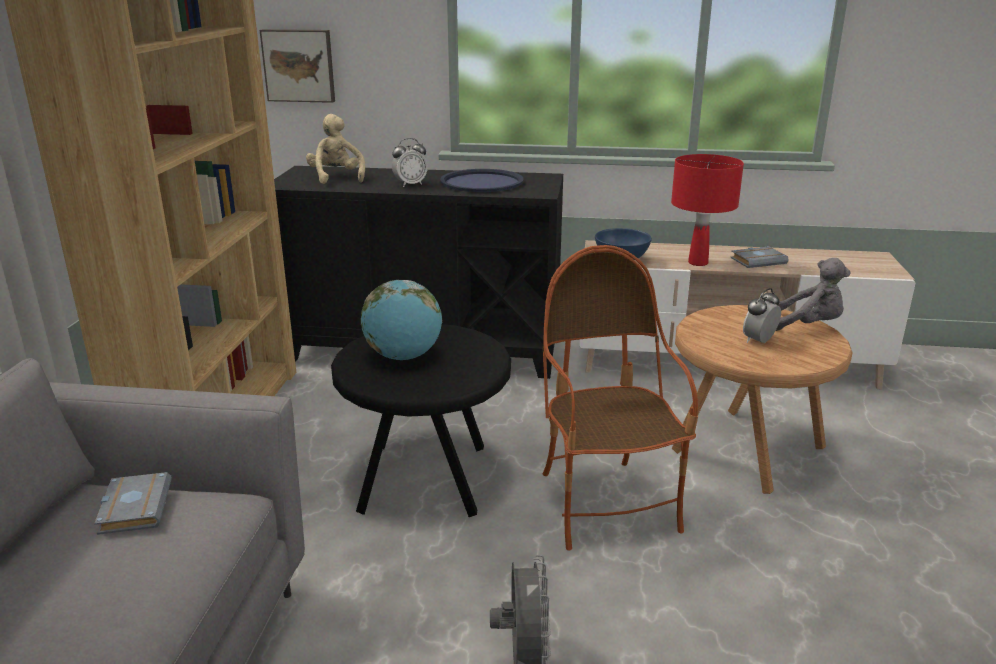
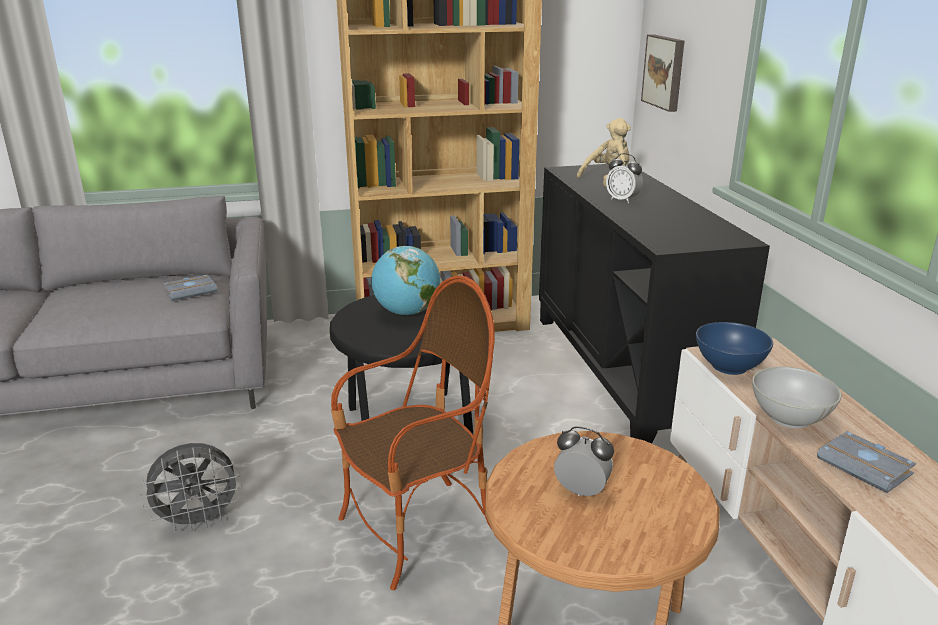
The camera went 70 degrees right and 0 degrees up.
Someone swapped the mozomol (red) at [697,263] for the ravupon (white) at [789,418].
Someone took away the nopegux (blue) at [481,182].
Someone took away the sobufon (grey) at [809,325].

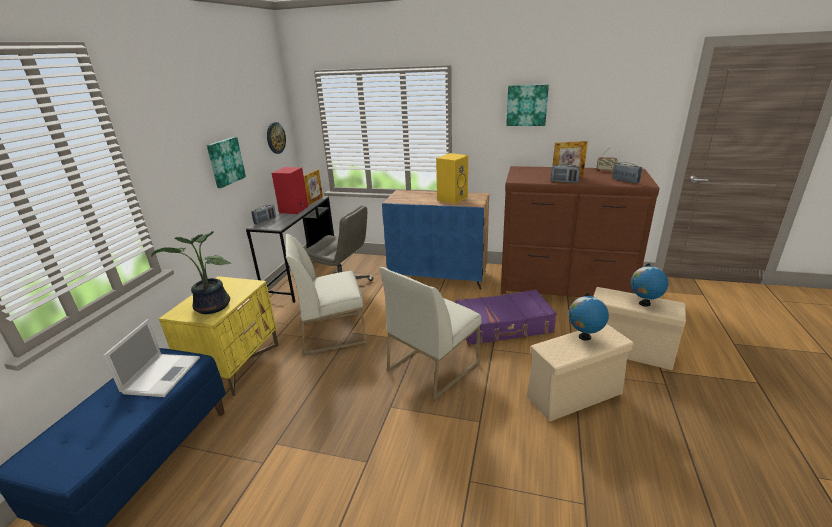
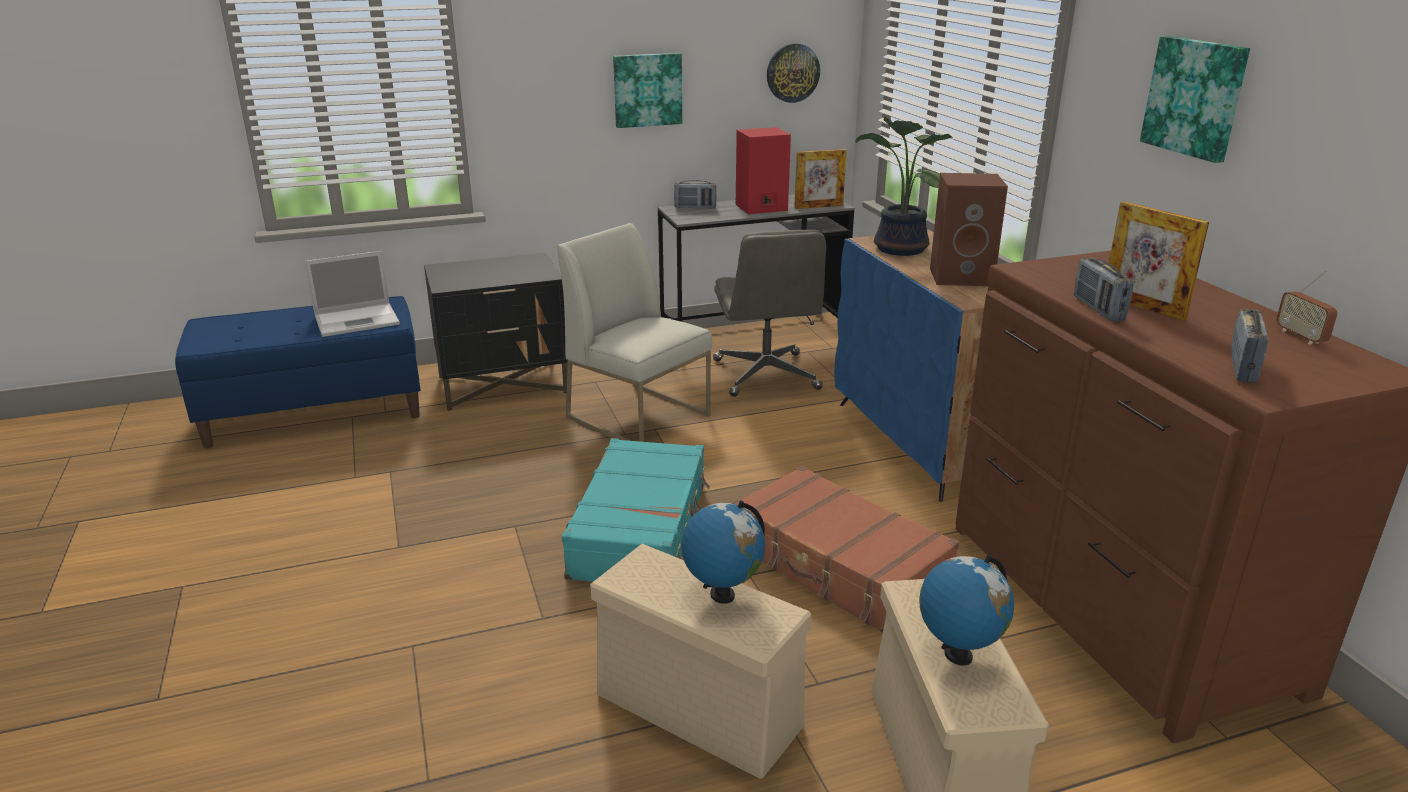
The camera went 55 degrees right and 0 degrees up.
Someone repainted the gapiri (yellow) at [452,198], which became the gapiri (brown) at [962,276].
Someone carried the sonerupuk from [211,307] to [897,249].
Someone swapped the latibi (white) at [433,366] for the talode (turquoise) at [641,529].
Someone repainted the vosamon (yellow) at [235,365], which became the vosamon (black) at [504,384].
Someone repainted the talode (purple) at [503,326], which became the talode (brown) at [838,566].

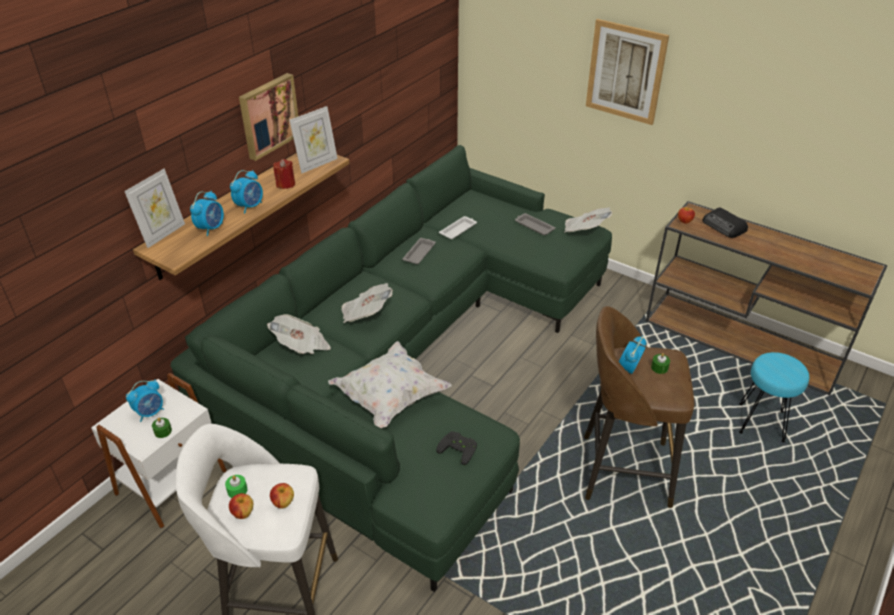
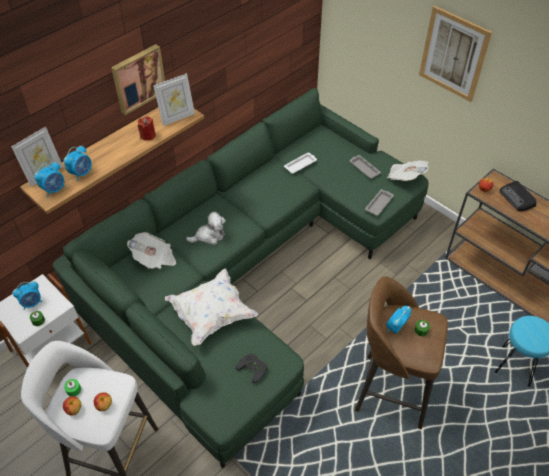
The camera went 10 degrees right and 10 degrees up.
Someone carried the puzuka from [250,206] to [54,189].
Someone carried the nopegux (grey) from [419,253] to [379,204].
Someone swapped the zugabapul at [366,314] for the sobufon at [209,236].

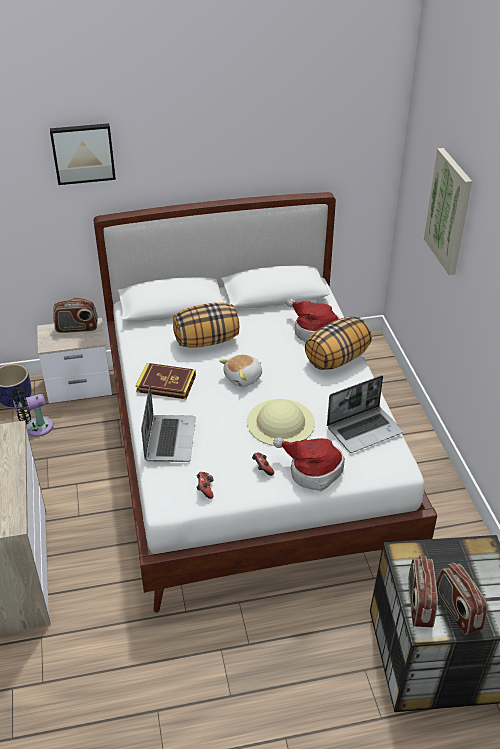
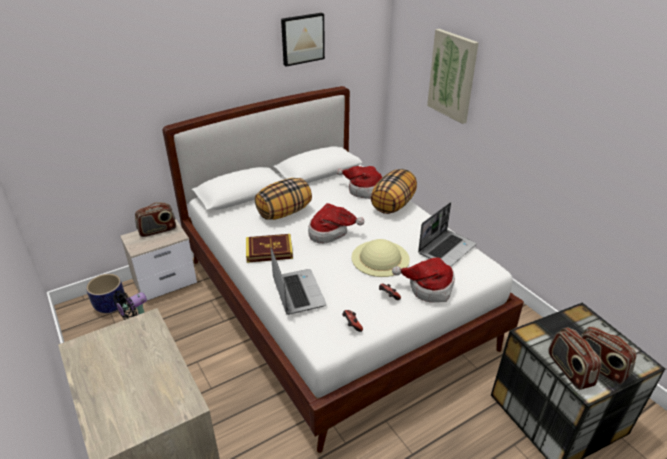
The camera went 20 degrees left and 5 degrees down.
Someone carried the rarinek from [83,153] to [302,38].
Someone swapped the sobufon at [244,378] for the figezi at [331,232].

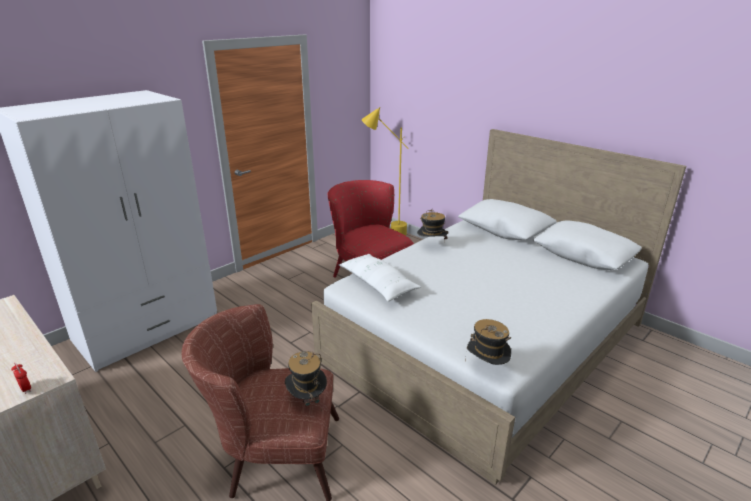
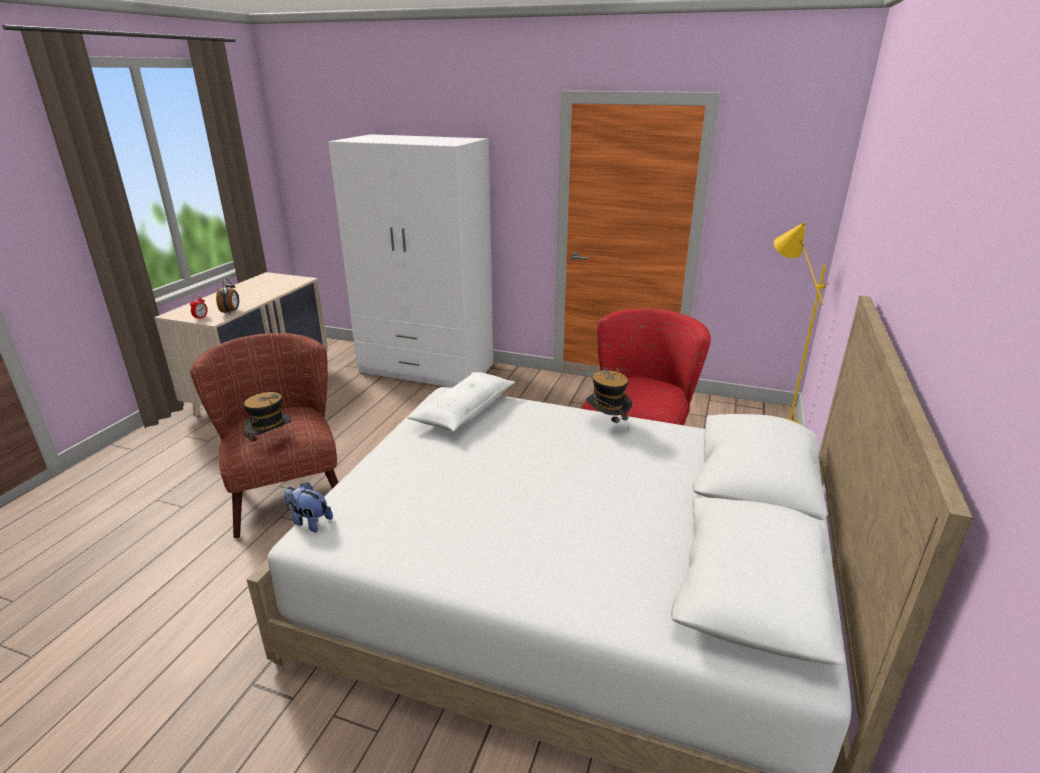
The camera went 65 degrees right and 0 degrees up.
Someone swapped the figezi at [486,368] for the sobufon at [309,521].
Someone put down the puzuka at [231,312].

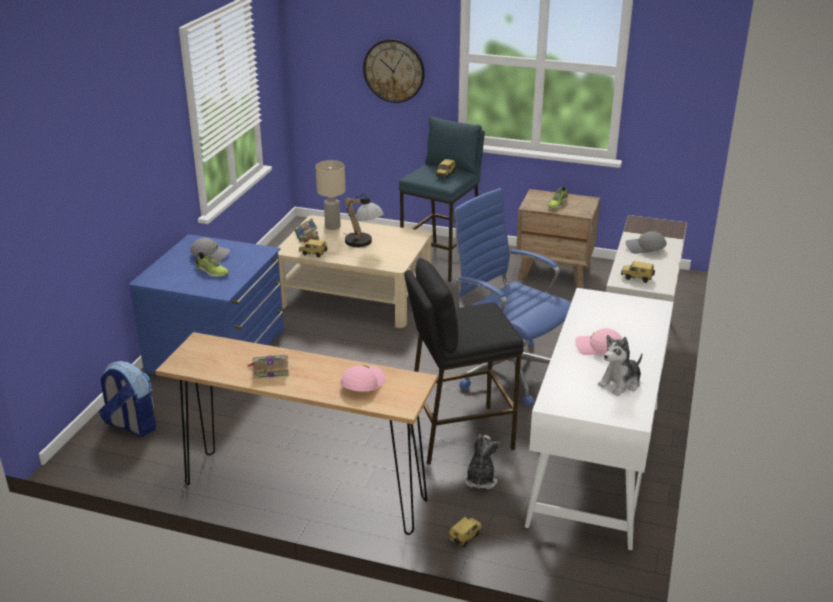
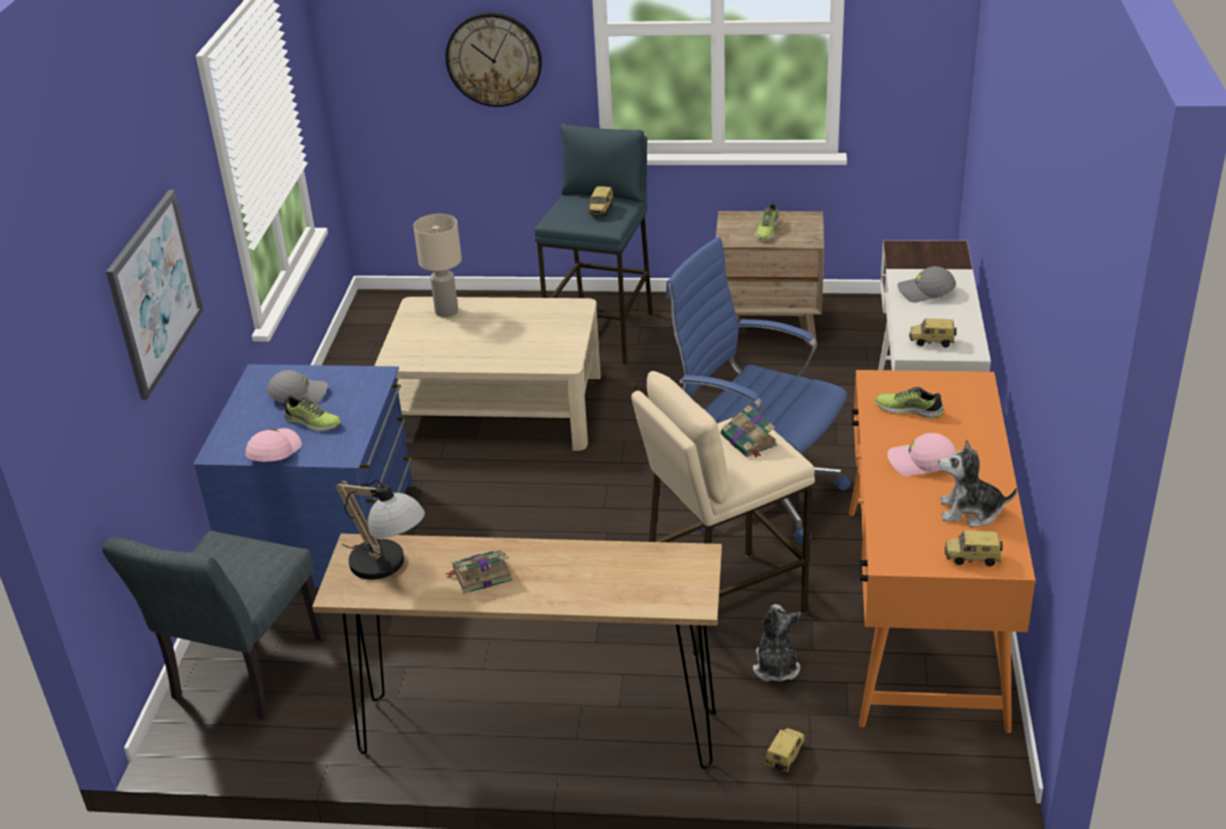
The camera went 10 degrees left and 5 degrees up.
Someone carried the mozomol from [363,243] to [389,567].
Someone carried the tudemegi from [307,236] to [749,441].
Someone carried the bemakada from [313,254] to [972,559].
Someone repainted the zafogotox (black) at [459,434], which became the zafogotox (beige) at [722,604].
Someone repainted the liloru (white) at [595,463], which became the liloru (orange) at [921,613].
Someone rotated the sobufon at [620,383] by 60 degrees clockwise.
Someone swapped the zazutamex at [131,426] for the latibi (grey) at [241,676].
Someone carried the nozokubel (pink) from [362,384] to [273,452].
Someone put up the rarinek at [155,292].
Someone put down the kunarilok at [909,409].

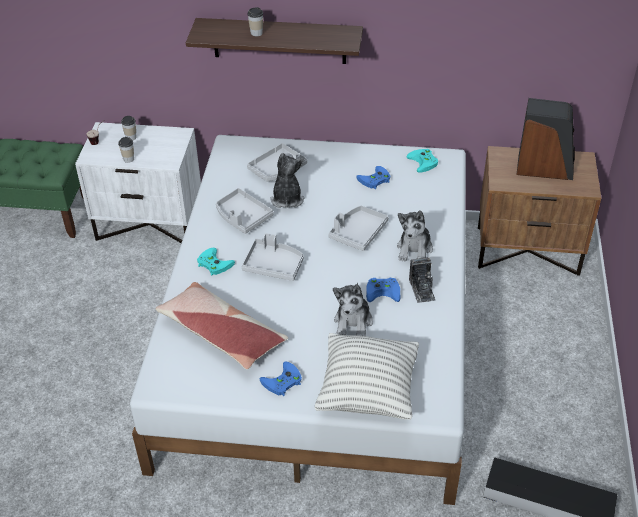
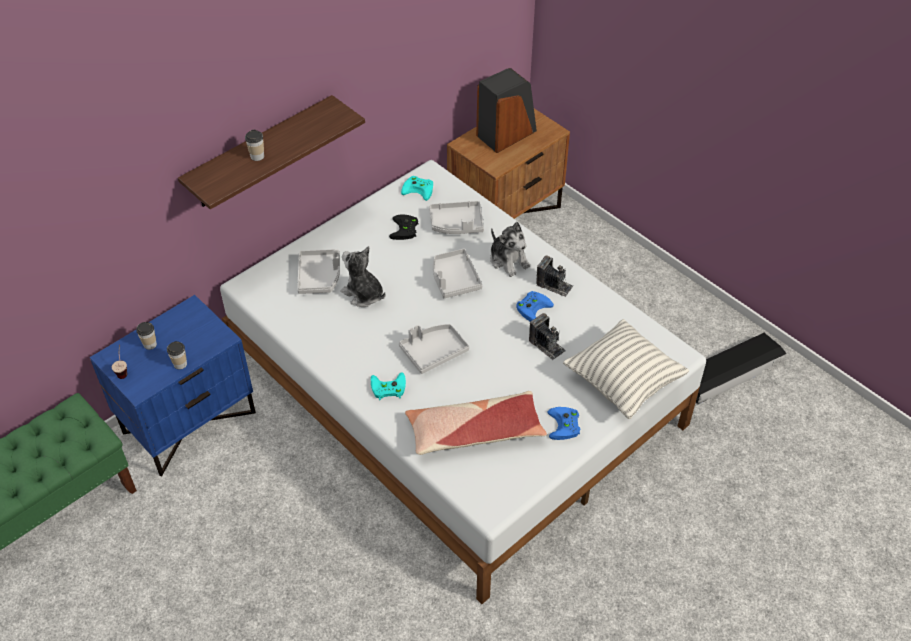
The camera went 50 degrees left and 5 degrees up.
Someone repainted the vosamon (white) at [150,223], which became the vosamon (blue) at [189,421].
Someone repainted the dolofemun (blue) at [374,180], which became the dolofemun (black) at [405,230].
Someone carried the nopegux (grey) from [242,217] to [456,224].
Someone swapped the sobufon at [353,322] for the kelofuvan at [546,345].

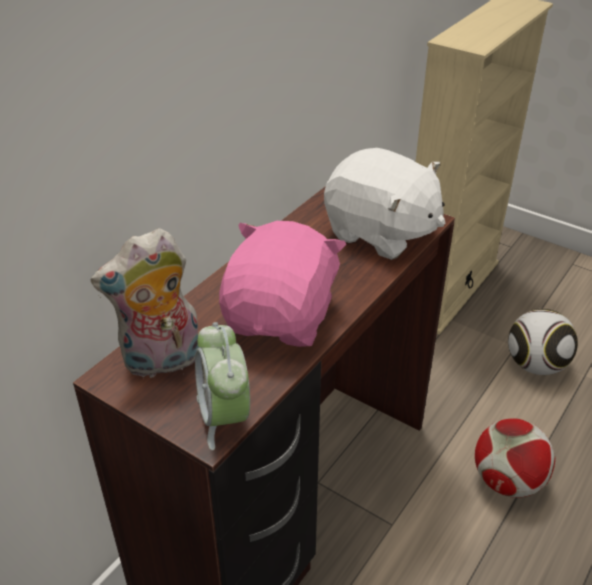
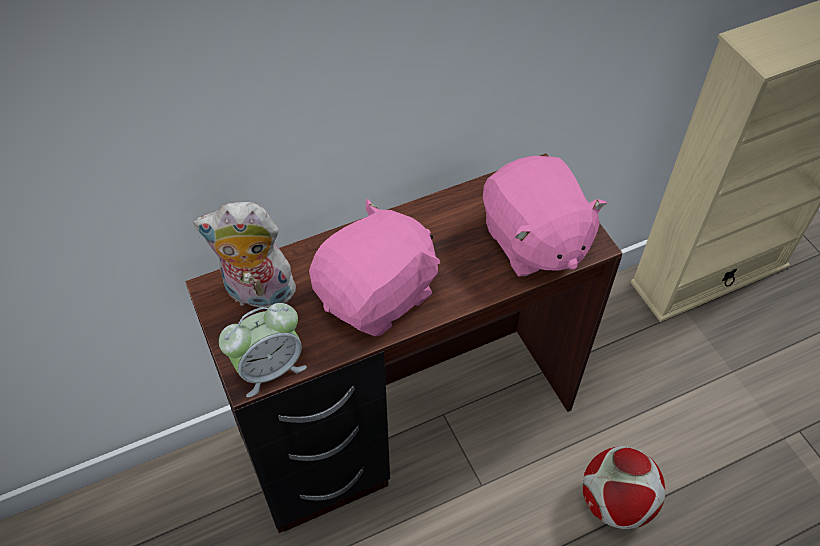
The camera went 30 degrees right and 15 degrees up.
Someone repainted the sobufon (white) at [381,233], which became the sobufon (pink) at [533,241].
Someone took away the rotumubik at [535,365].
Someone rotated the puzuka at [224,417] by 135 degrees counterclockwise.

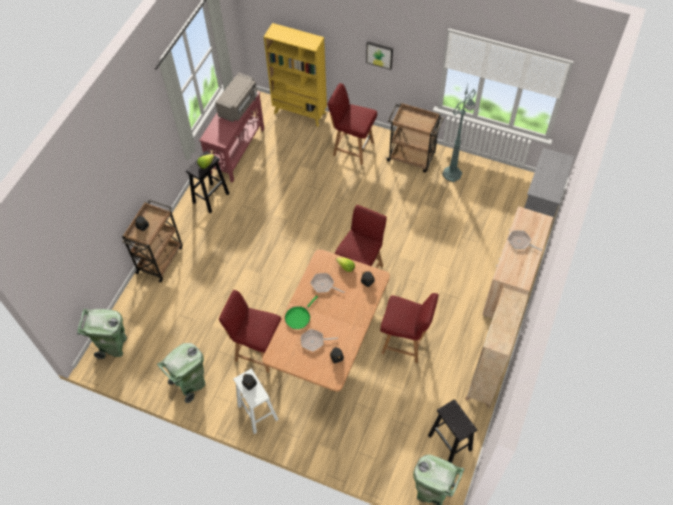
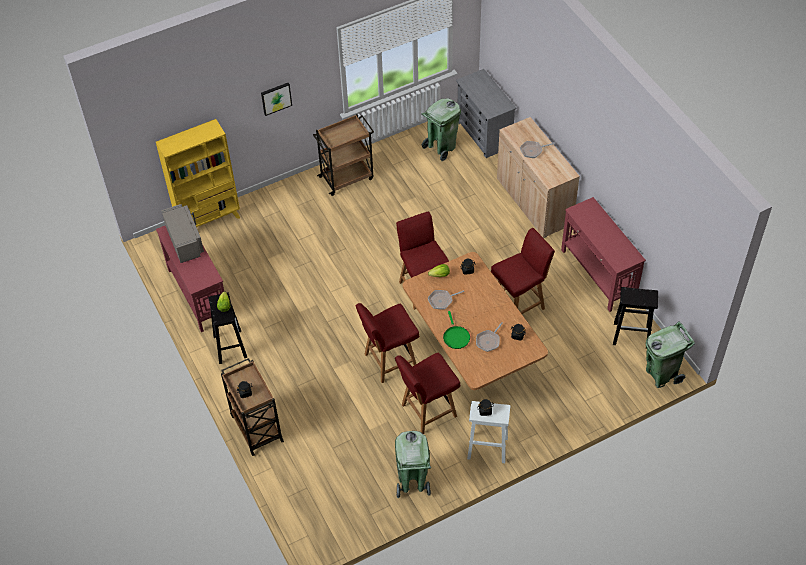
The camera went 50 degrees left and 5 degrees down.
Someone carried the latibi (red) from [352,148] to [389,361].
Someone took away the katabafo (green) at [453,173].
Someone swapped the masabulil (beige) at [485,378] for the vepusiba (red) at [598,275].
Someone carried the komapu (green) from [113,346] to [441,147].

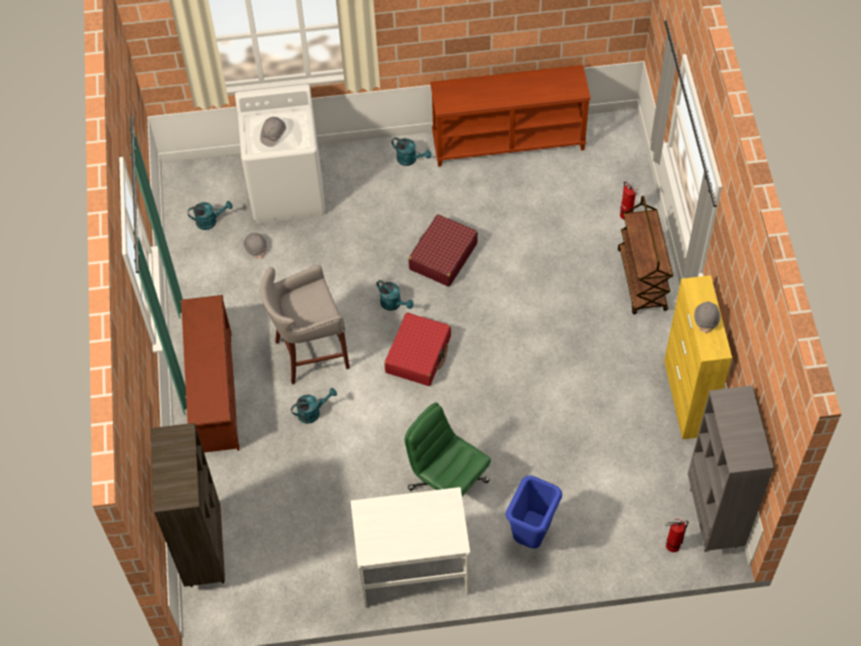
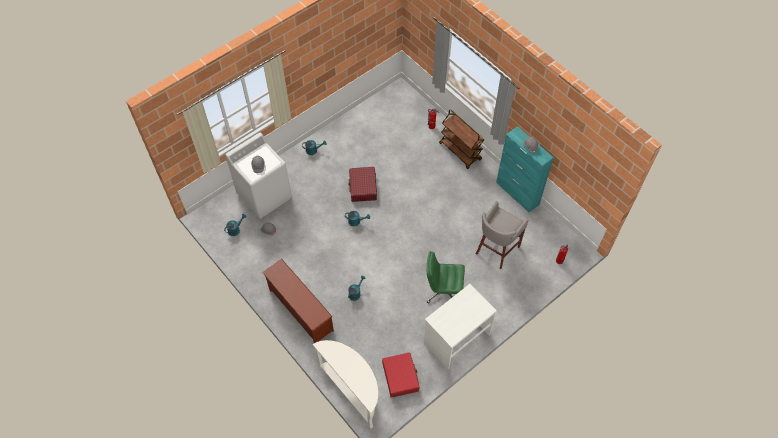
The camera went 35 degrees left and 0 degrees up.
Someone took away the vepusiba (brown) at [508,142].
Someone carried the zafogotox (grey) from [309,353] to [496,250].
Someone repainted the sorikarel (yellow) at [686,398], which became the sorikarel (turquoise) at [517,193].
Someone carried the talode (red) from [418,354] to [400,377].
Someone took away the masabulil (grey) at [714,518].
Someone swapped the masabulil (brown) at [204,552] for the vepusiba (white) at [353,390].
Someone took away the komapu (blue) at [531,535].

